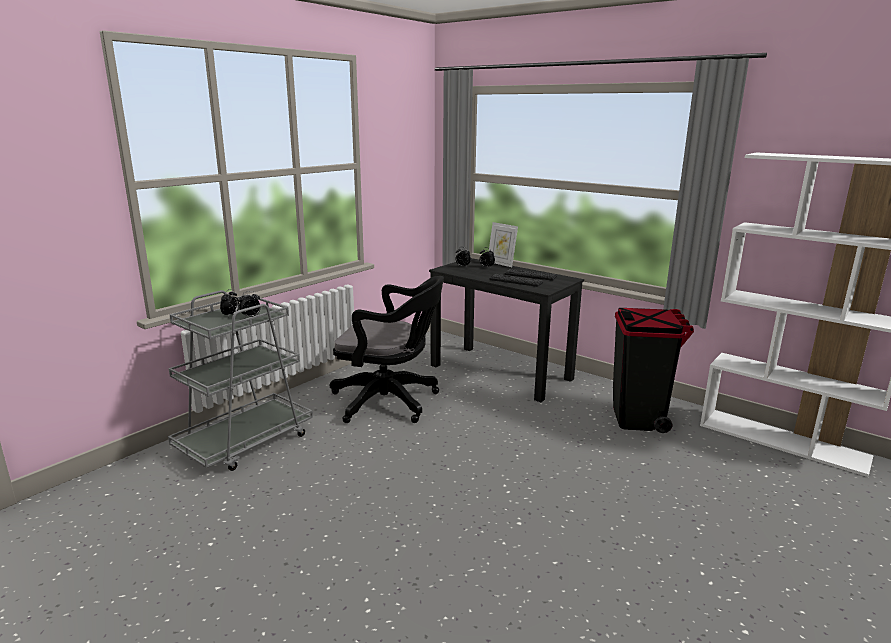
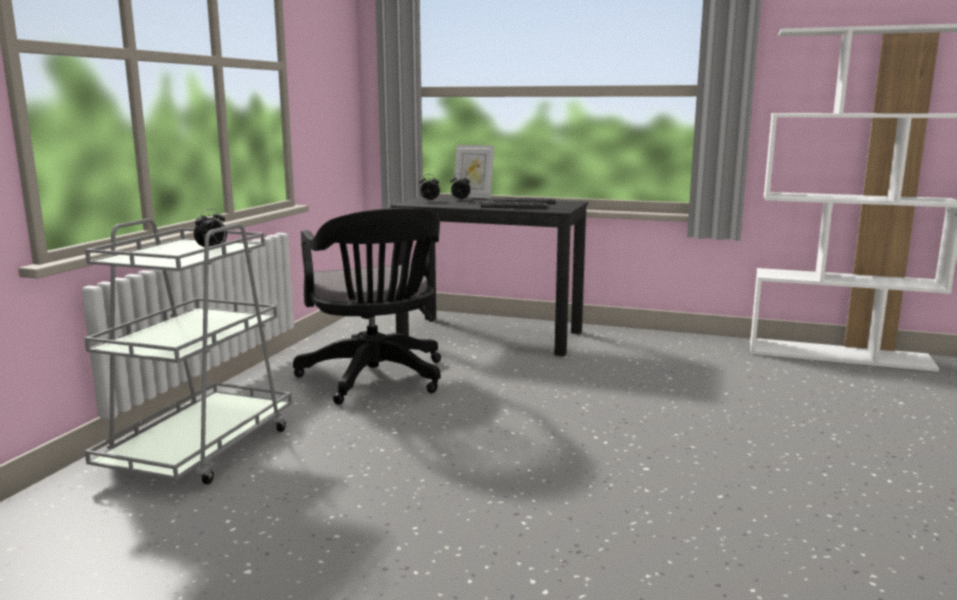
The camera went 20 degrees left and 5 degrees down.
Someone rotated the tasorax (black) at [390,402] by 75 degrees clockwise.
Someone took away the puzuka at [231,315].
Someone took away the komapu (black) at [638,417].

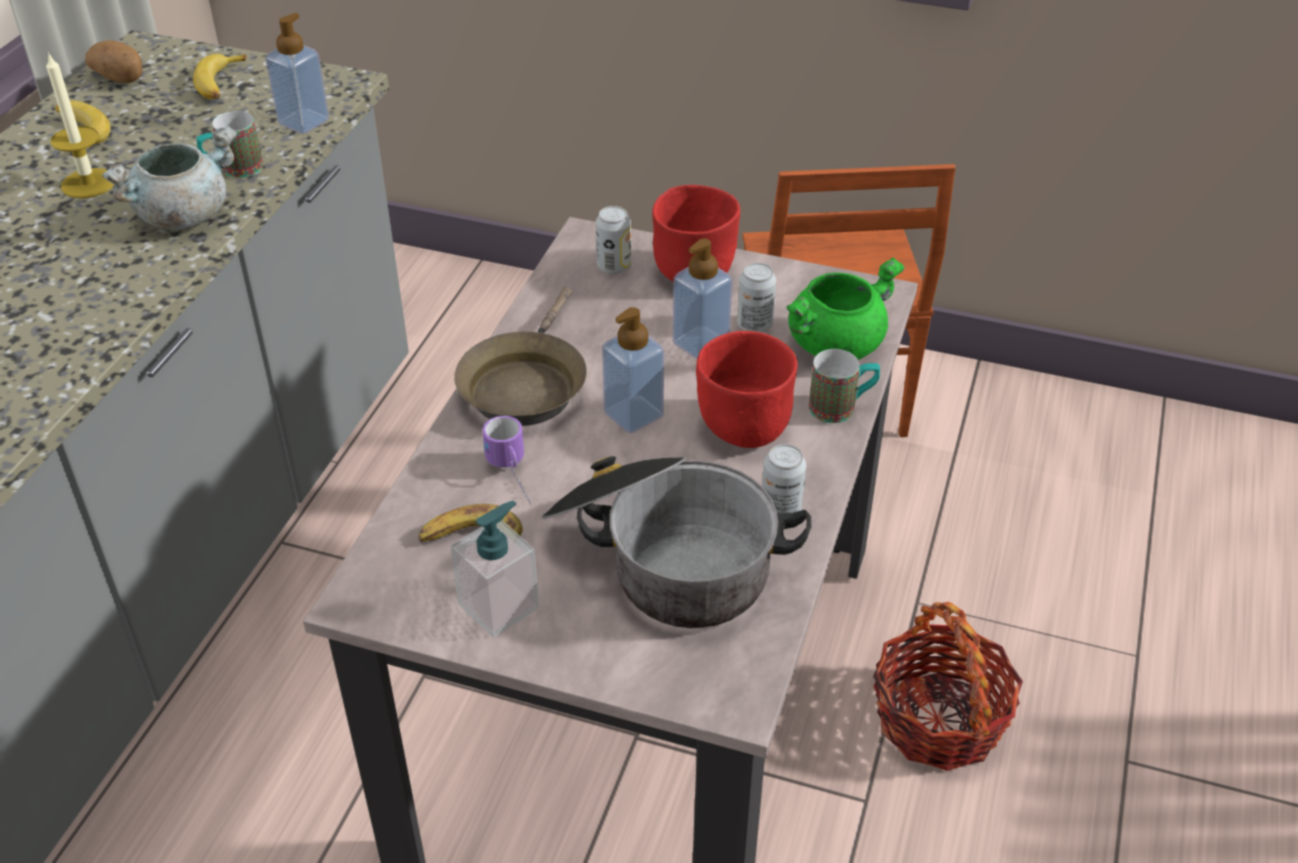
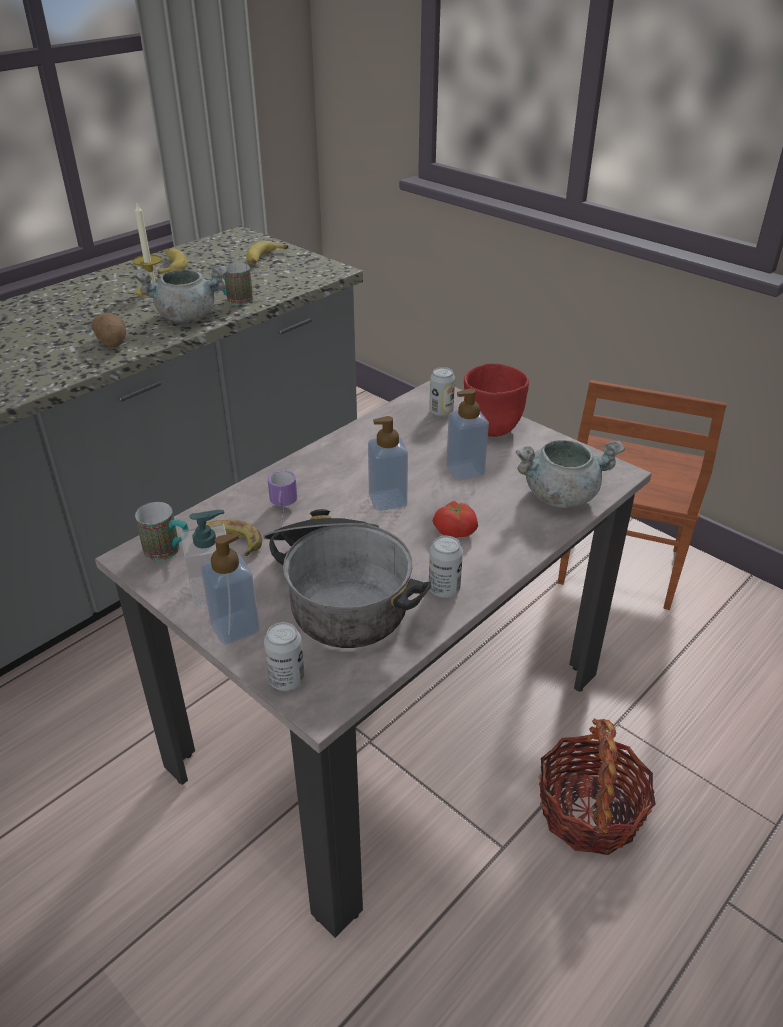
The camera went 25 degrees right and 5 degrees down.
Someone carried the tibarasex from [304,122] to [235,627].
Someone carried the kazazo from [121,78] to [112,343].
Someone repainted the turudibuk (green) at [835,344], which became the turudibuk (grey) at [561,495].
Someone carried the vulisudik from [754,325] to [287,680].
Someone took away the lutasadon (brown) at [525,385].
Someone swapped the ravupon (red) at [742,430] for the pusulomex at [455,530].
Someone carried the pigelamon from [842,407] to [169,551].

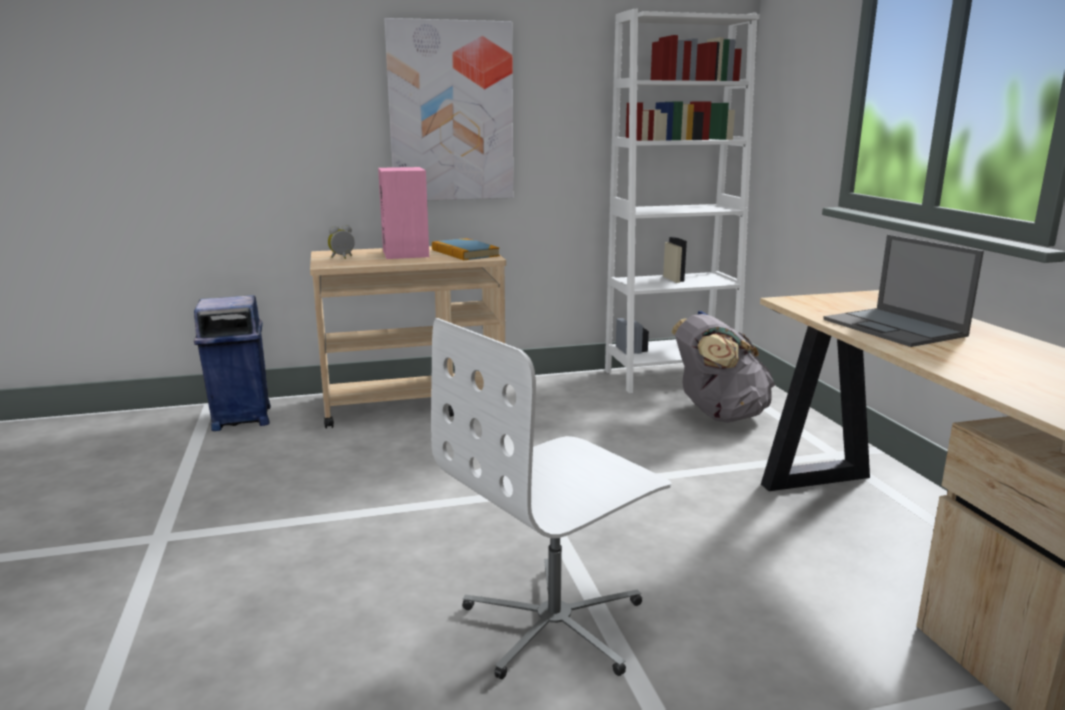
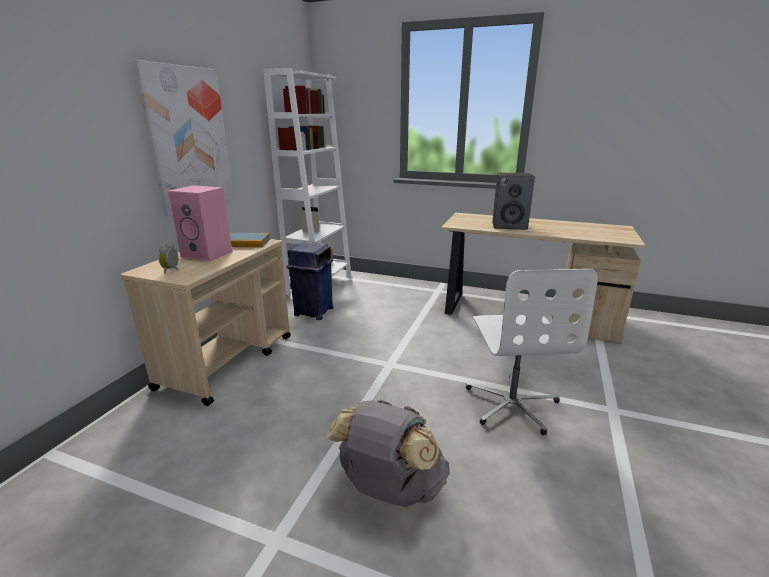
The camera went 55 degrees left and 5 degrees up.
Someone swapped the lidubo at [895,328] for the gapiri at [509,226].
Someone carried the komapu (blue) from [240,418] to [313,312].
Someone carried the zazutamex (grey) from [718,415] to [390,489].

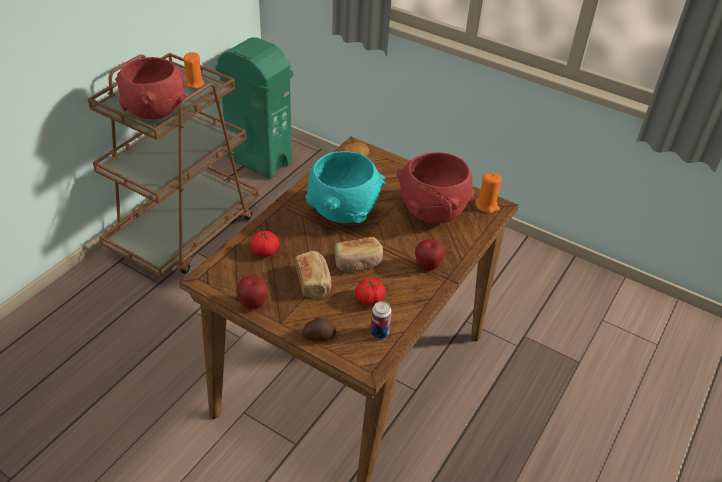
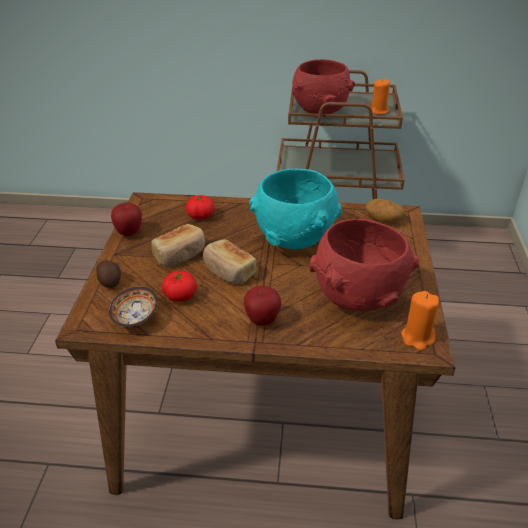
The camera went 65 degrees right and 5 degrees down.
Someone took away the komapu (green) at [259,160].
Someone swapped the vulisudik at [379,333] for the ravupon at [135,317].

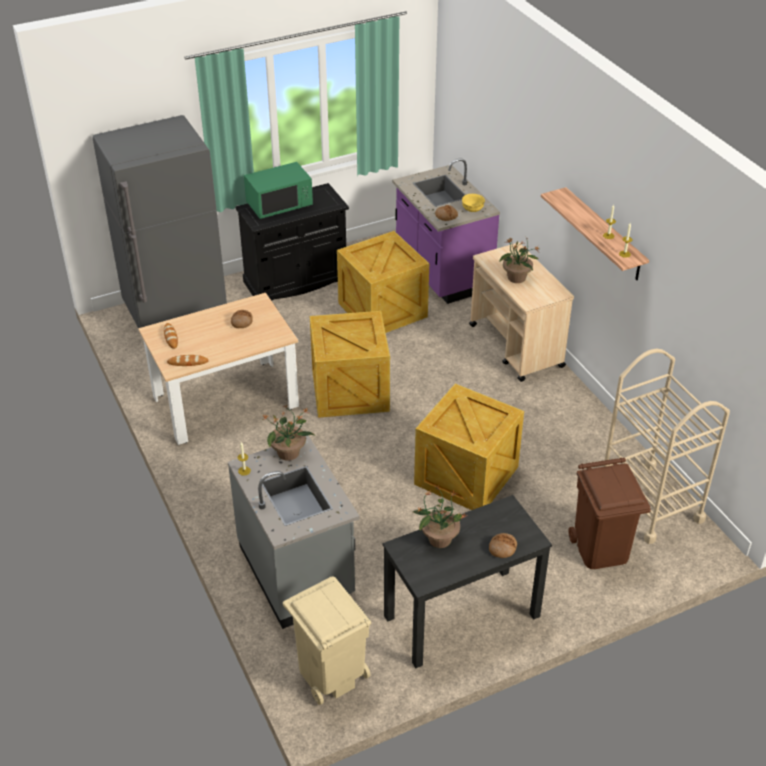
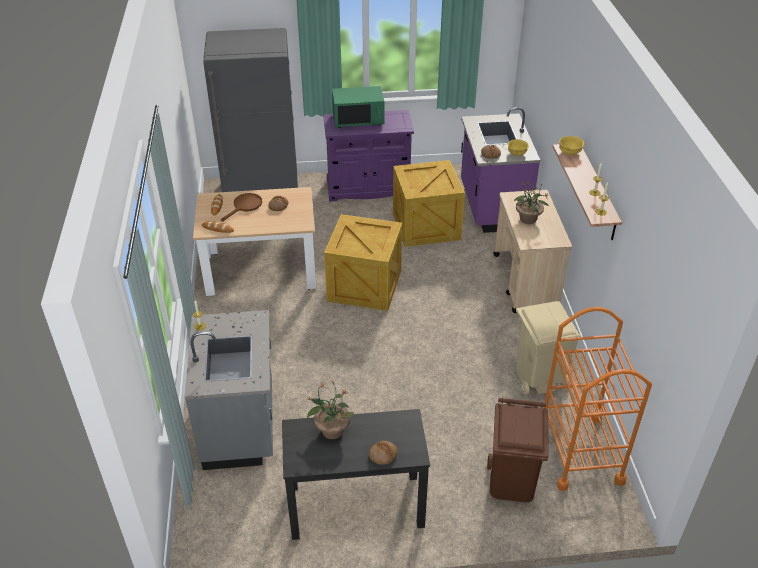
The camera went 20 degrees right and 0 degrees up.
Someone repainted the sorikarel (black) at [296,281], which became the sorikarel (purple) at [368,188].
Someone repainted the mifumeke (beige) at [650,502], which became the mifumeke (orange) at [580,451].
Someone took away the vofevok at [466,474].
Someone took away the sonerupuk at [289,453].
Someone carried the komapu (beige) from [330,674] to [538,377].
Someone put down the ravupon (yellow) at [570,152].
Someone put down the lutasadon (brown) at [245,206].

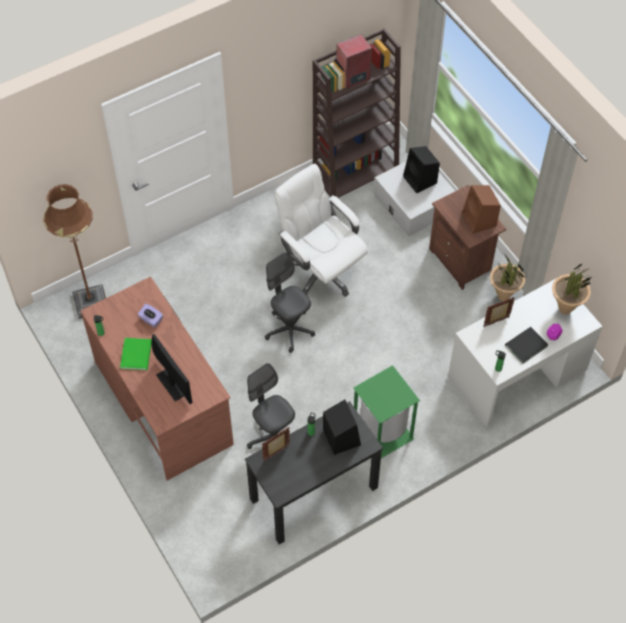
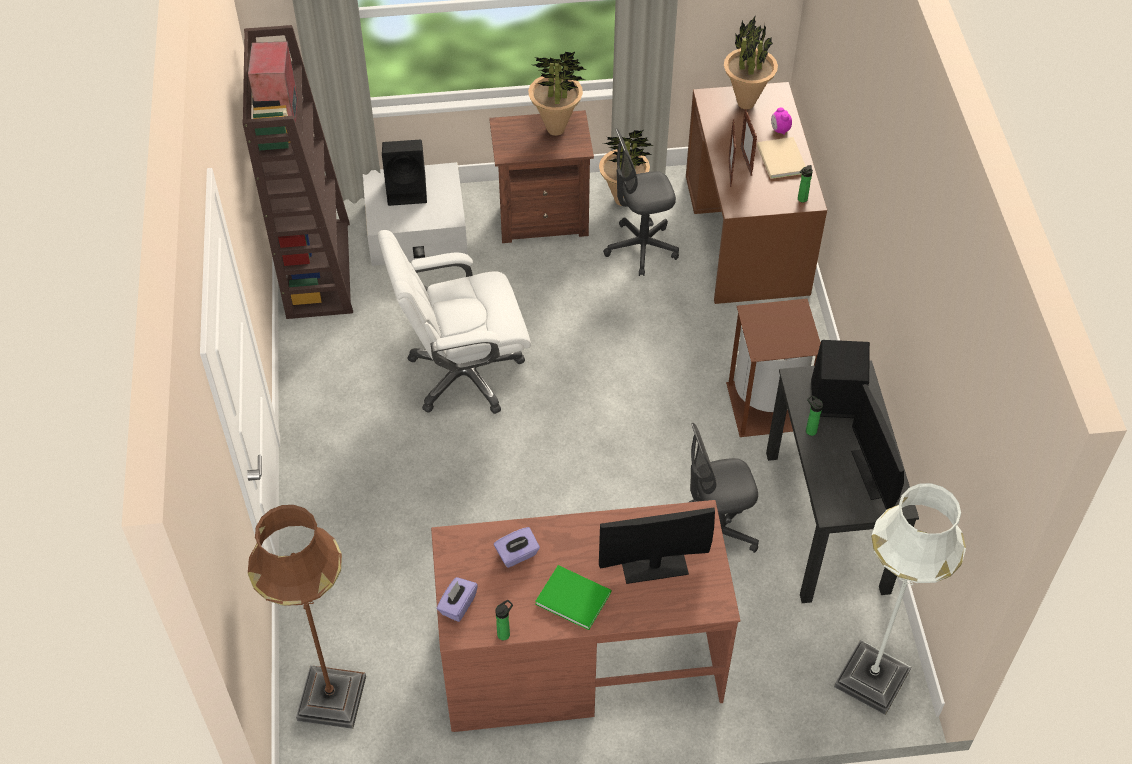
The camera went 65 degrees left and 5 degrees down.
Someone swapped the gapiri (brown) at [479,220] for the sonerupuk at [556,129].
Someone carried the tasorax (grey) from [289,330] to [641,248].
Someone repainted the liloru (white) at [517,373], which became the liloru (brown) at [746,234].
Someone repainted the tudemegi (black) at [525,345], which became the tudemegi (beige) at [780,160].
Someone repainted the komapu (green) at [382,434], which became the komapu (brown) at [768,407].
Someone carried the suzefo from [276,453] to [746,162].
Someone put down the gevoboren at [873,473].
Someone put down the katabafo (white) at [871,679].
Someone put down the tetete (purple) at [457,605].

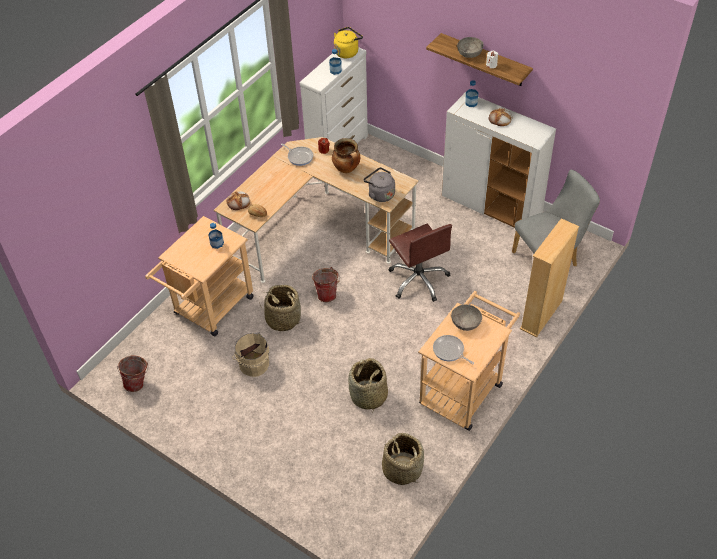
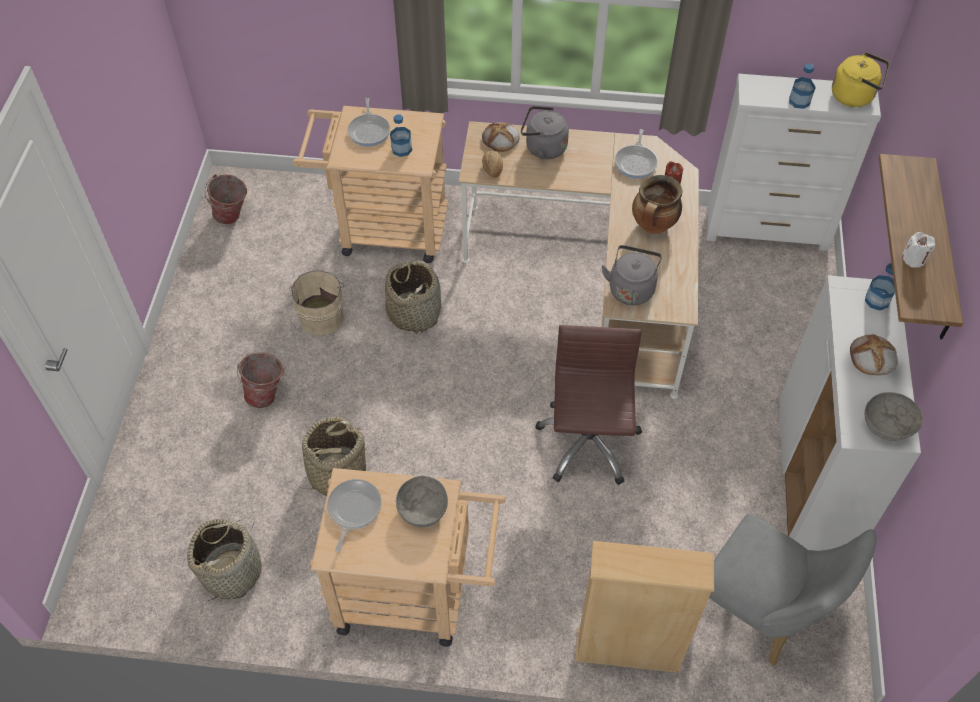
The camera went 60 degrees right and 5 degrees up.
Someone carried the ravupon (grey) from [469,53] to [888,425].
Someone rotated the tasorax (brown) at [418,280] by 150 degrees clockwise.
Someone carried the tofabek from [327,294] to [267,395].
Someone put down the lutasadon at [369,130].
Someone put down the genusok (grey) at [543,148].

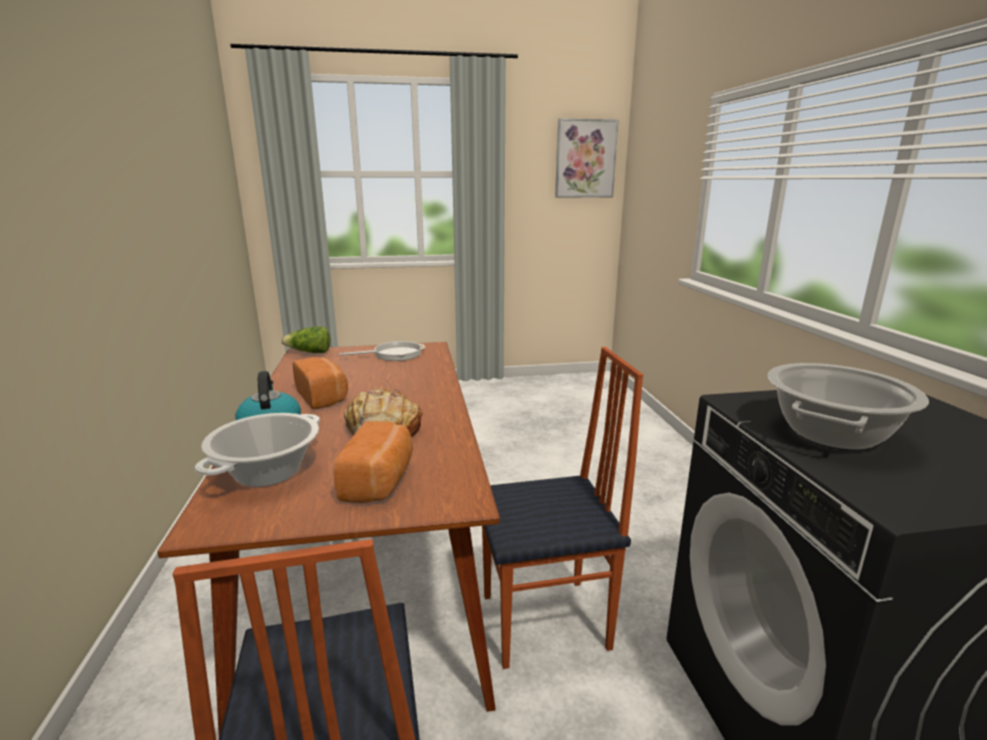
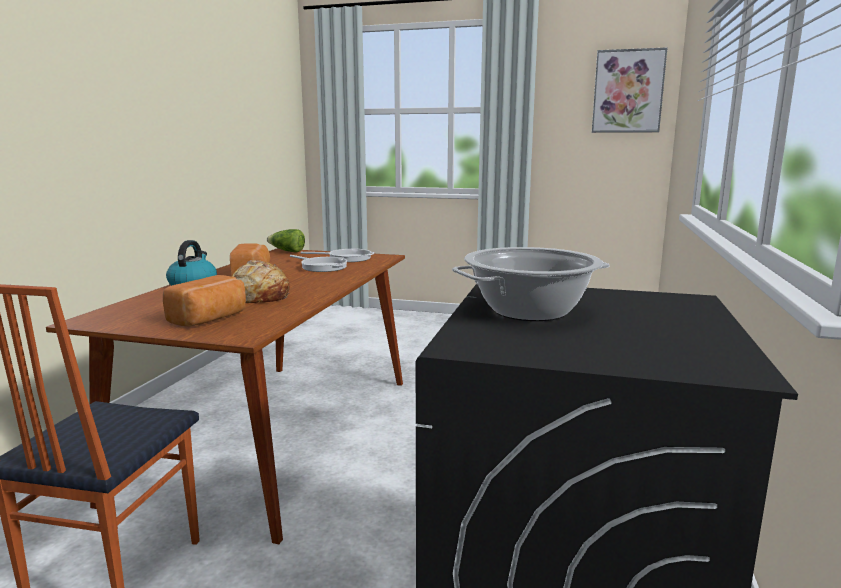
The camera went 25 degrees right and 5 degrees down.
Someone took away the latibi at [546,623].
Someone took away the turudibuk at [267,472].
Someone put down the lutasadon at [322,267].

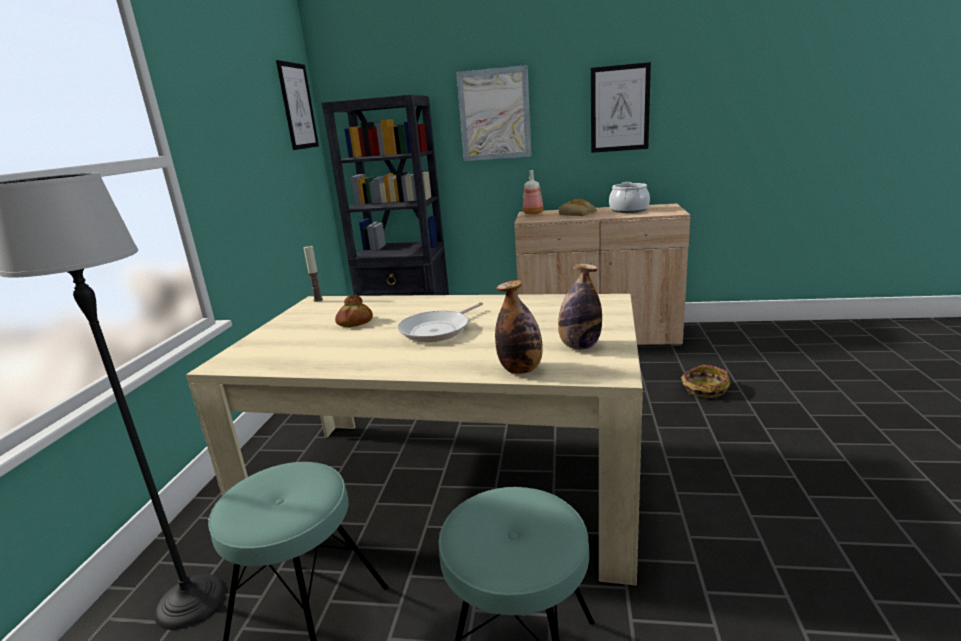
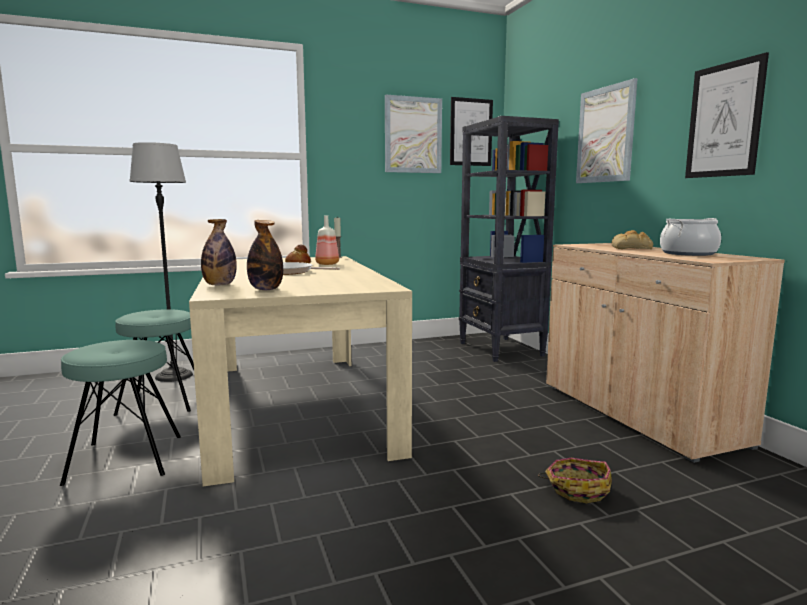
The camera went 60 degrees right and 10 degrees down.
Someone carried the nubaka from [533,213] to [328,264].
Someone put up the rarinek at [413,135].

